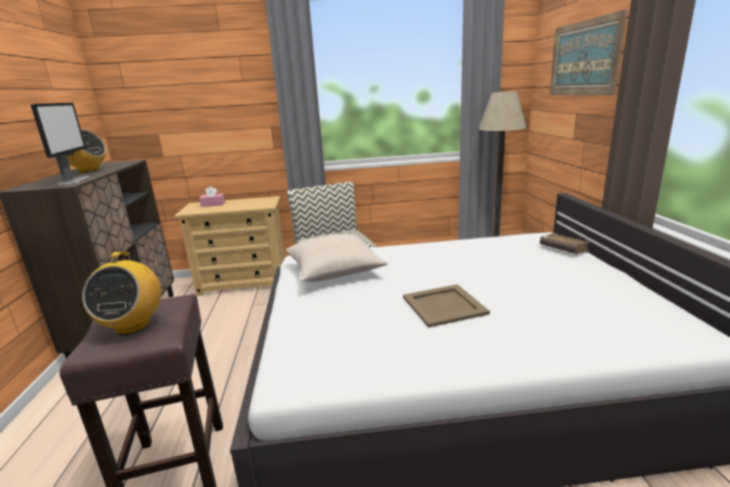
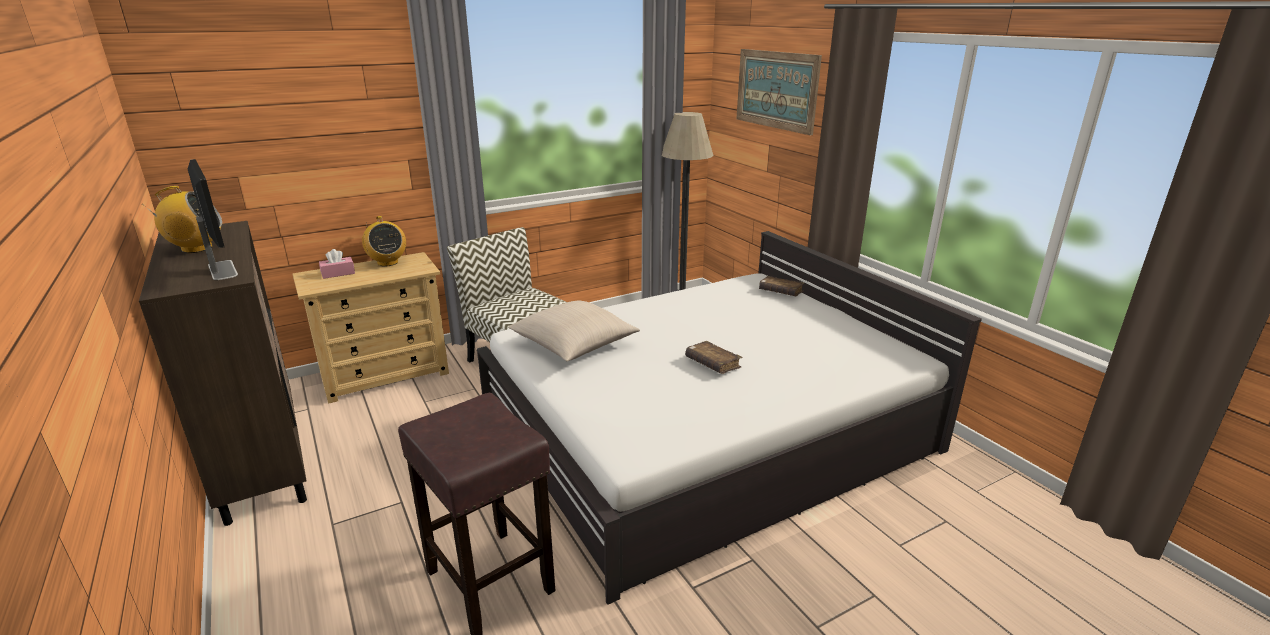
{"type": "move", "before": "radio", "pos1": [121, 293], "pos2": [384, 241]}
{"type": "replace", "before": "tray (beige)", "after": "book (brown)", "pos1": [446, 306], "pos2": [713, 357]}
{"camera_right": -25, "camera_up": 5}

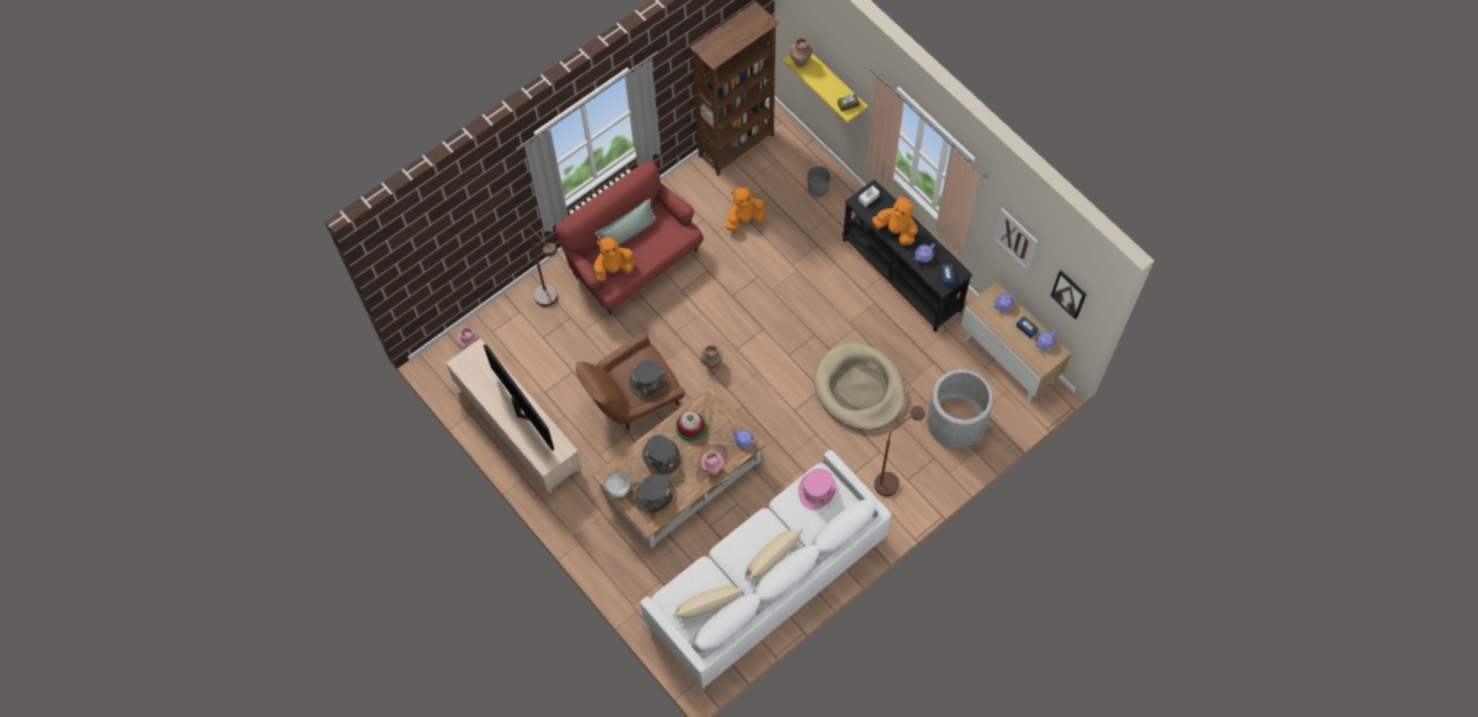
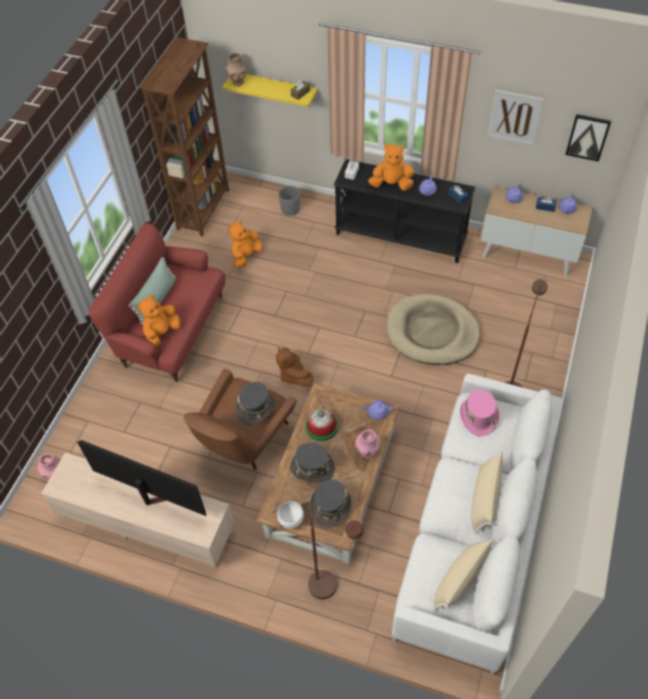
{"type": "replace", "before": "vase (brown)", "after": "plush toy (brown)", "pos1": [711, 356], "pos2": [295, 366]}
{"type": "move", "before": "floor lamp (brown)", "pos1": [543, 266], "pos2": [336, 557]}
{"type": "delete", "before": "planter (grey)", "pos1": [960, 408]}
{"camera_right": -30, "camera_up": -10}

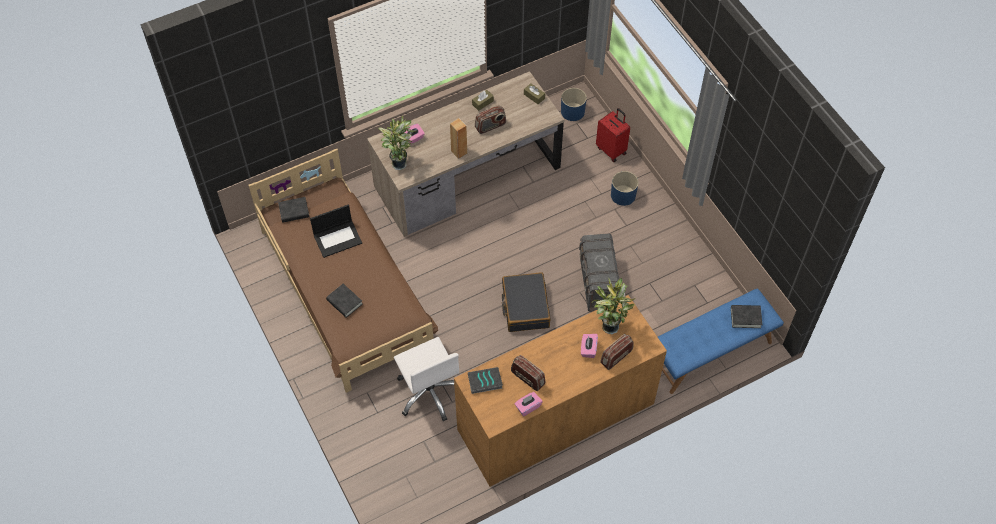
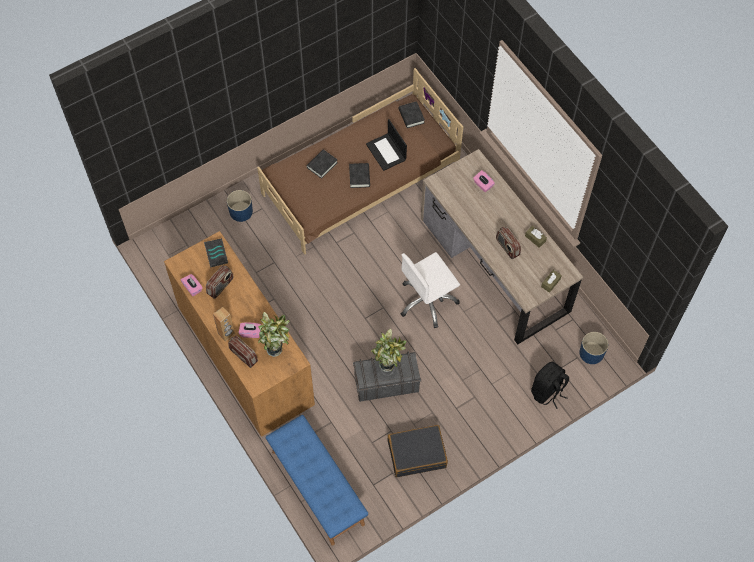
{"type": "move", "before": "speaker (brown)", "pos1": [458, 138], "pos2": [224, 324]}
{"type": "move", "before": "planter (blue)", "pos1": [625, 188], "pos2": [240, 206]}
{"type": "move", "before": "book (black)", "pos1": [746, 316], "pos2": [359, 175]}
{"type": "move", "before": "potted plant", "pos1": [397, 142], "pos2": [388, 350]}
{"type": "move", "before": "suitcase (black)", "pos1": [526, 302], "pos2": [418, 451]}
{"type": "move", "before": "office chair (white)", "pos1": [426, 379], "pos2": [430, 290]}
{"type": "replace", "before": "suitcase (red)", "after": "backpack (black)", "pos1": [613, 135], "pos2": [550, 385]}
{"camera_right": 85, "camera_up": 5}

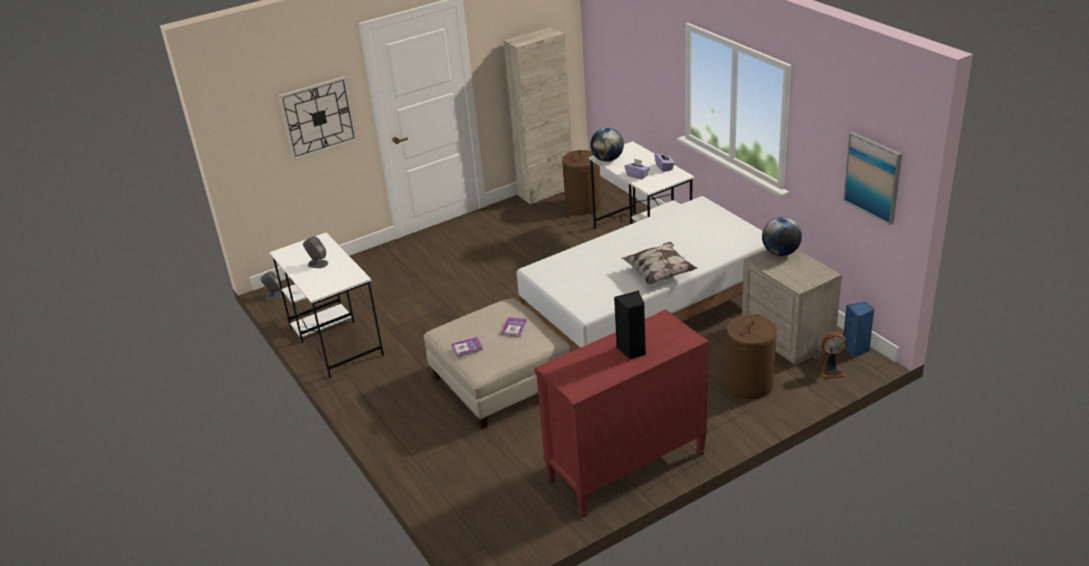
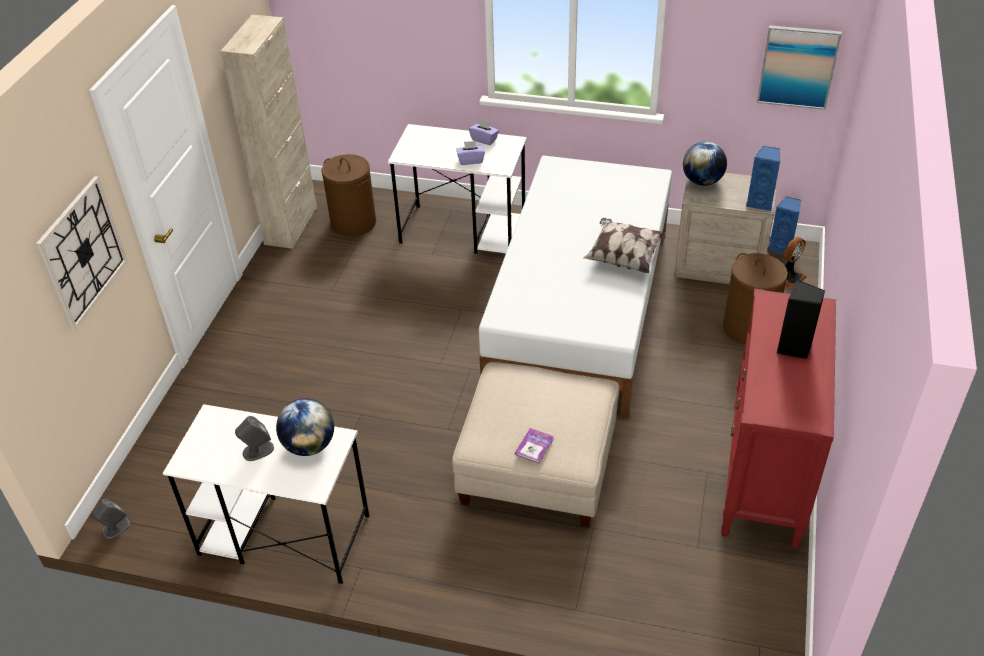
{"type": "move", "before": "globe", "pos1": [607, 145], "pos2": [305, 427]}
{"type": "insert", "after": "speaker (blue)", "pos2": [763, 178]}
{"type": "delete", "before": "book", "pos1": [514, 327]}
{"camera_right": -45, "camera_up": 10}

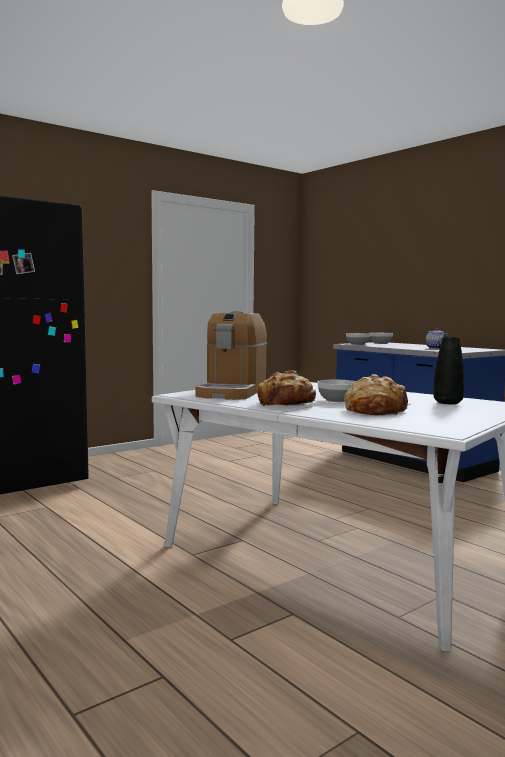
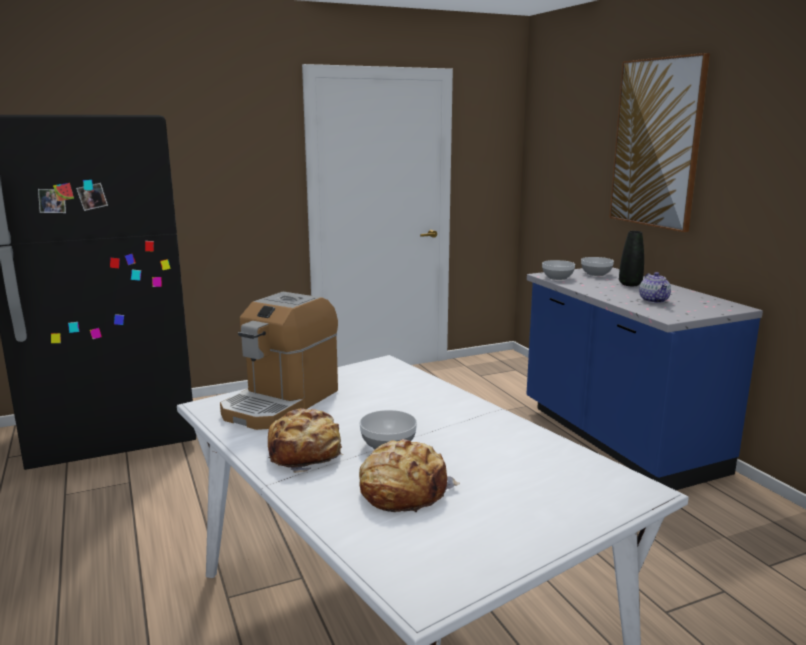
{"type": "insert", "after": "picture", "pos2": [659, 142]}
{"type": "move", "before": "vase (black)", "pos1": [449, 370], "pos2": [631, 258]}
{"camera_right": 15, "camera_up": 10}

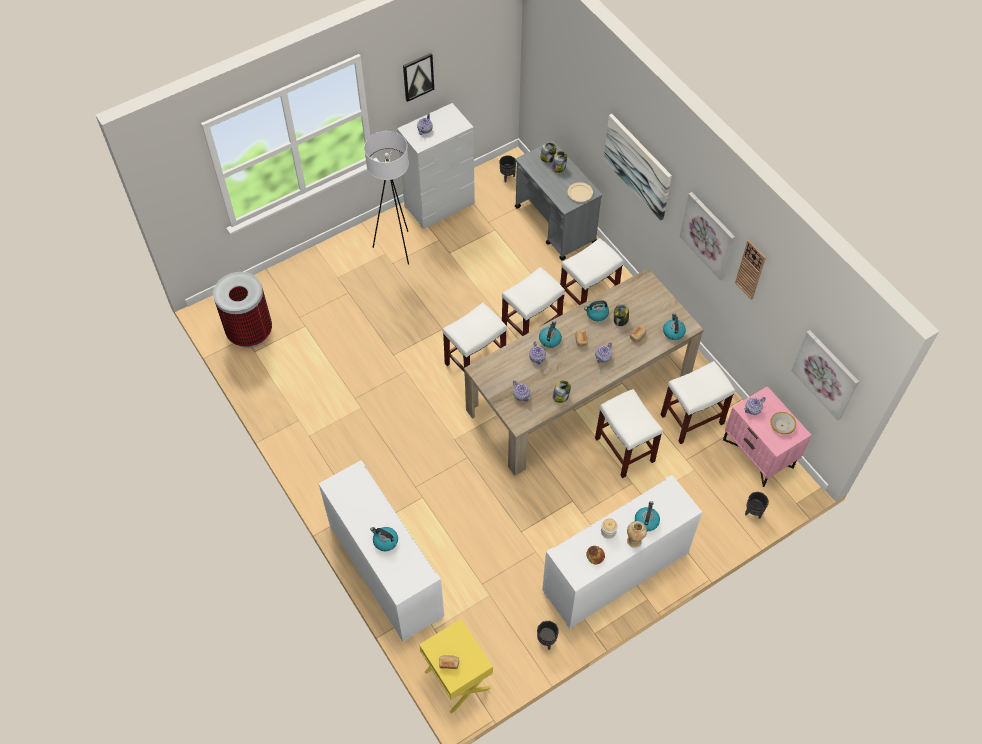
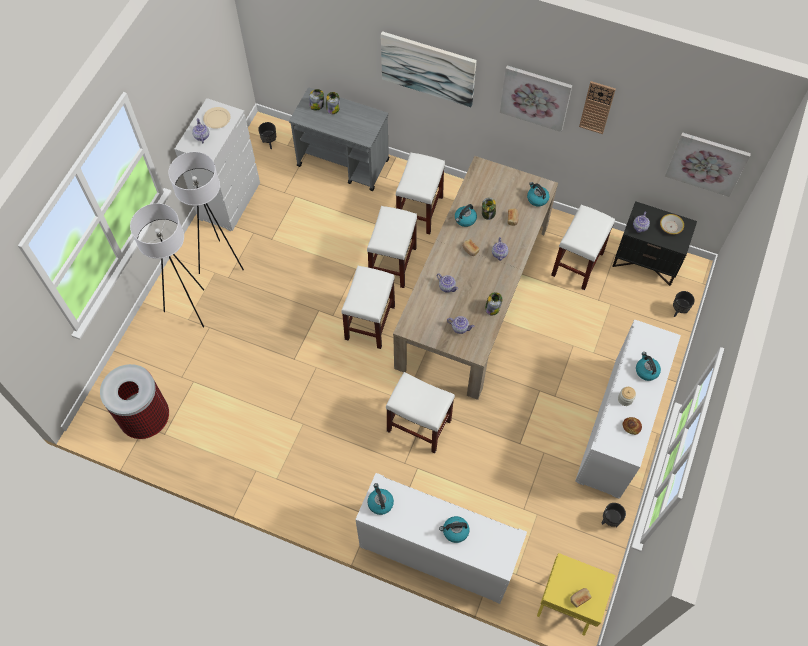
{"type": "insert", "after": "floor lamp (white)", "pos2": [167, 265]}
{"type": "move", "before": "plate (beige)", "pos1": [580, 192], "pos2": [217, 118]}
{"type": "move", "before": "kettle", "pos1": [550, 334], "pos2": [380, 499]}
{"type": "move", "before": "stool (white)", "pos1": [629, 433], "pos2": [420, 413]}
{"type": "recolor", "before": "nightstand (pink)", "after": "nightstand (black)", "pos1": [767, 436], "pos2": [655, 243]}
{"type": "delete", "before": "picture", "pos1": [418, 77]}
{"type": "delete", "before": "vase", "pos1": [637, 534]}
{"camera_right": -35, "camera_up": 5}

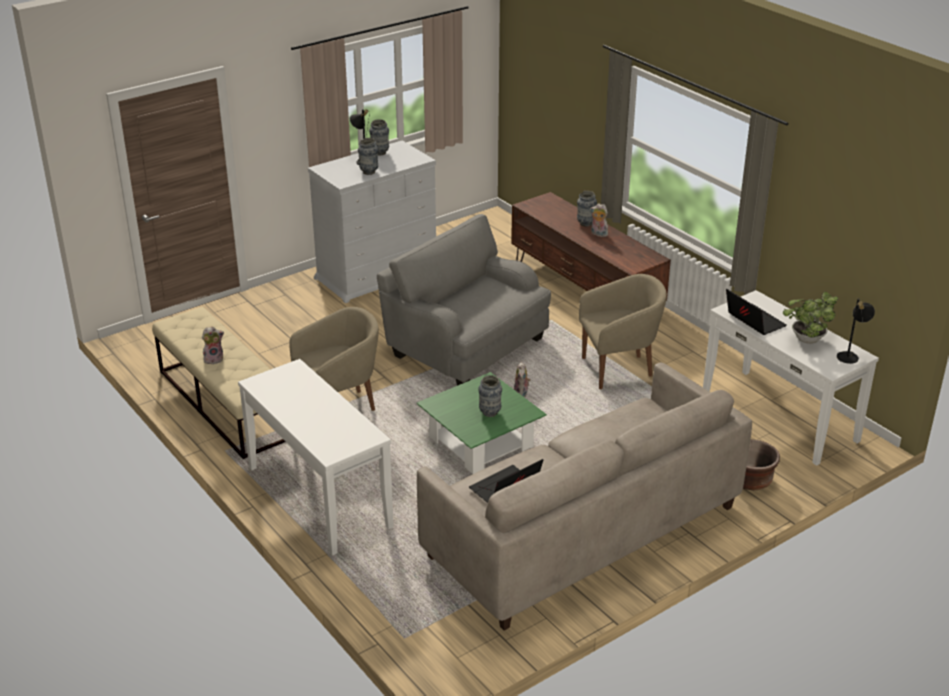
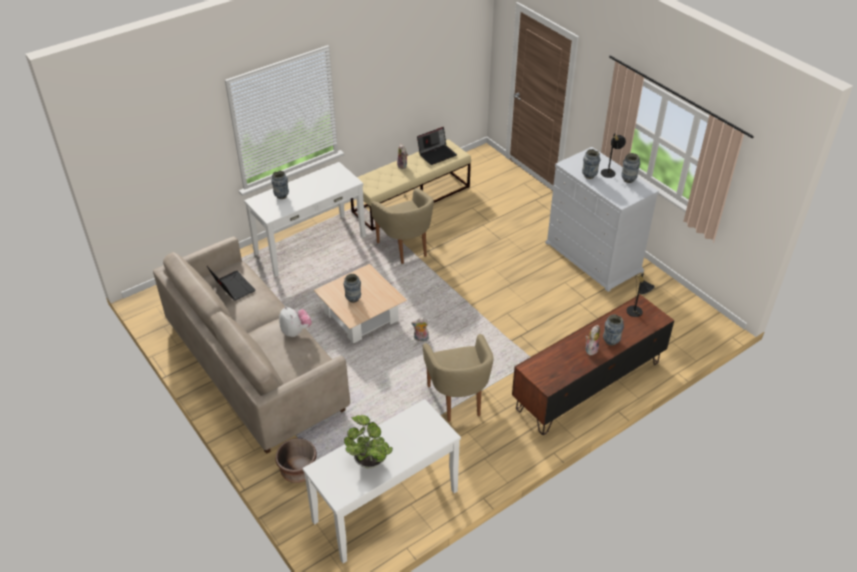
{"type": "insert", "after": "vase", "pos2": [280, 185]}
{"type": "insert", "after": "plush toy", "pos2": [295, 321]}
{"type": "recolor", "before": "coffee table (green)", "after": "coffee table (beige)", "pos1": [482, 423], "pos2": [360, 304]}
{"type": "move", "before": "laptop", "pos1": [756, 312], "pos2": [437, 146]}
{"type": "move", "before": "table lamp (black)", "pos1": [856, 331], "pos2": [640, 295]}
{"type": "delete", "before": "armchair (grey)", "pos1": [464, 300]}
{"camera_right": 90, "camera_up": 10}

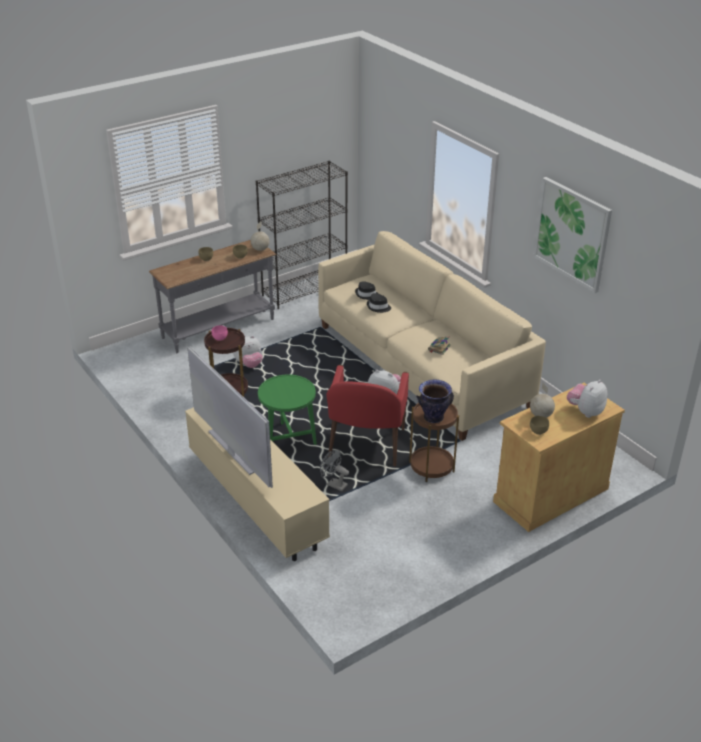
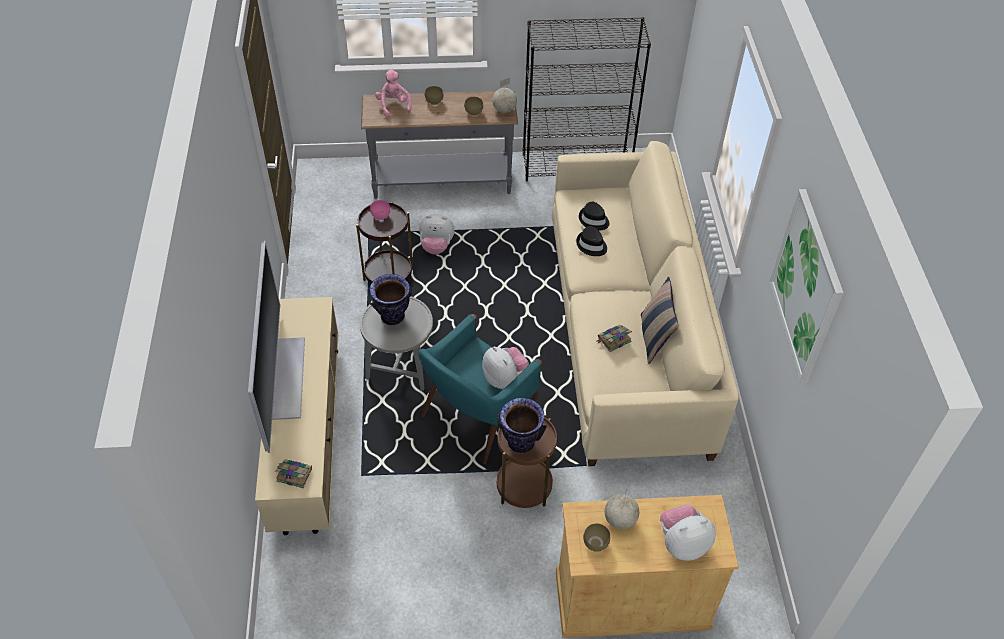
{"type": "insert", "after": "book", "pos2": [293, 473]}
{"type": "recolor", "before": "side table (green)", "after": "side table (grey)", "pos1": [287, 410], "pos2": [396, 343]}
{"type": "insert", "after": "vase", "pos2": [391, 299]}
{"type": "insert", "after": "plush toy (pink)", "pos2": [393, 93]}
{"type": "recolor", "before": "armchair (red)", "after": "armchair (turquoise)", "pos1": [367, 415], "pos2": [480, 389]}
{"type": "insert", "after": "pillow", "pos2": [659, 320]}
{"type": "delete", "before": "fan (grey)", "pos1": [334, 470]}
{"camera_right": 30, "camera_up": 15}

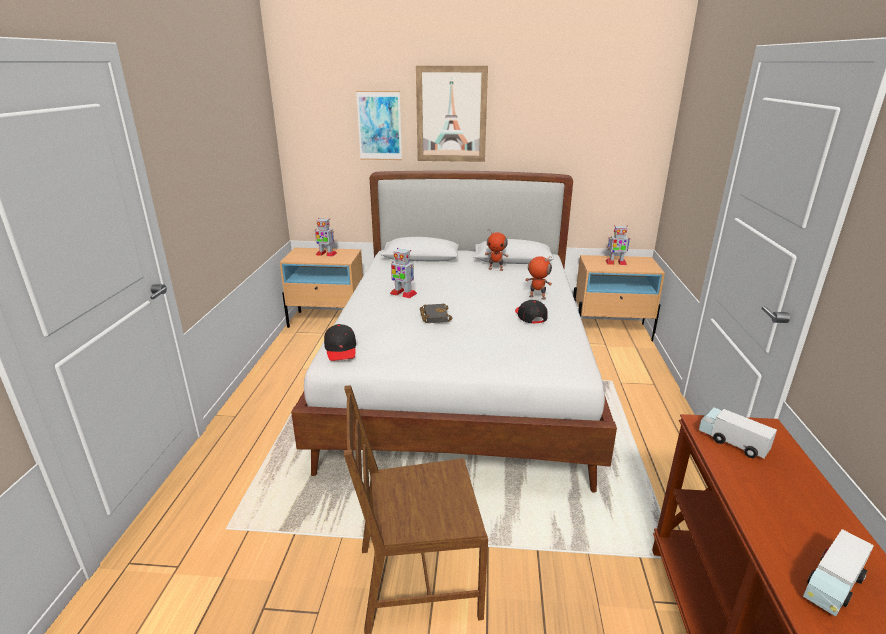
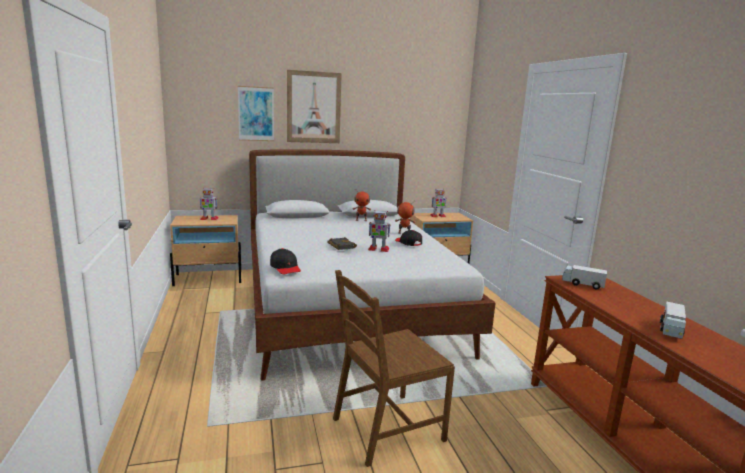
{"type": "move", "before": "toy robot", "pos1": [403, 273], "pos2": [379, 231]}
{"camera_right": -20, "camera_up": -10}

